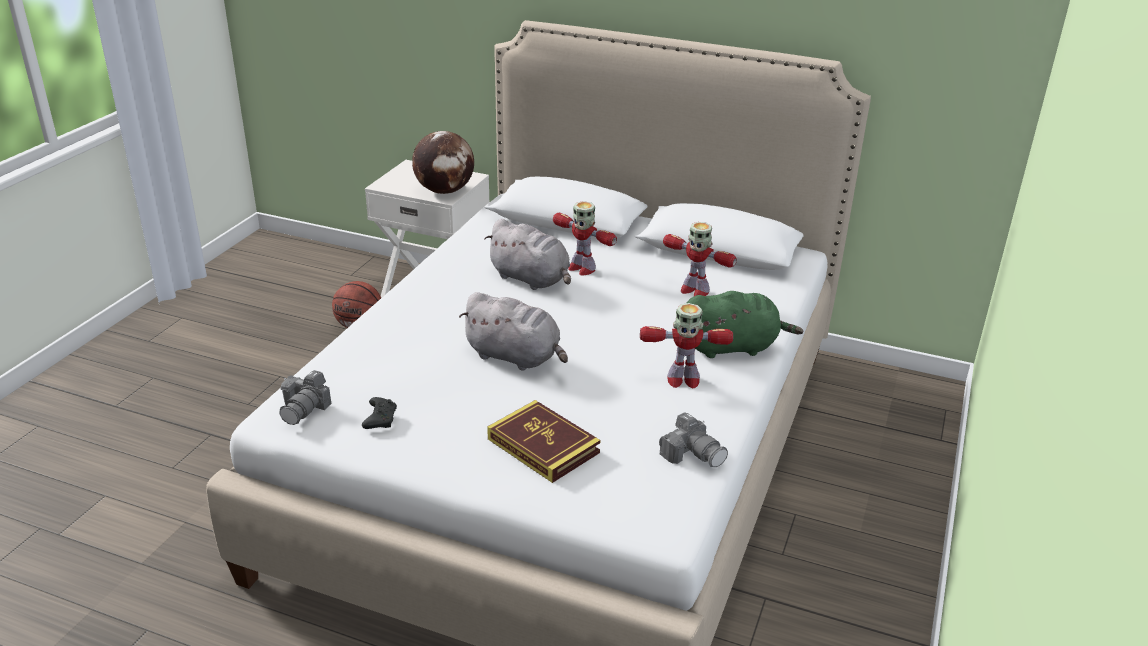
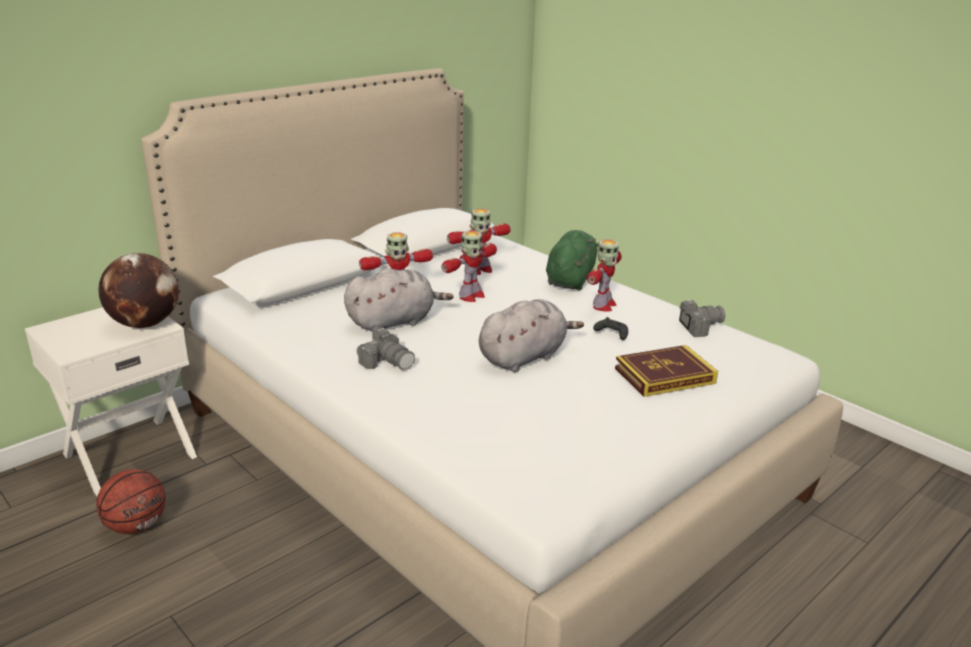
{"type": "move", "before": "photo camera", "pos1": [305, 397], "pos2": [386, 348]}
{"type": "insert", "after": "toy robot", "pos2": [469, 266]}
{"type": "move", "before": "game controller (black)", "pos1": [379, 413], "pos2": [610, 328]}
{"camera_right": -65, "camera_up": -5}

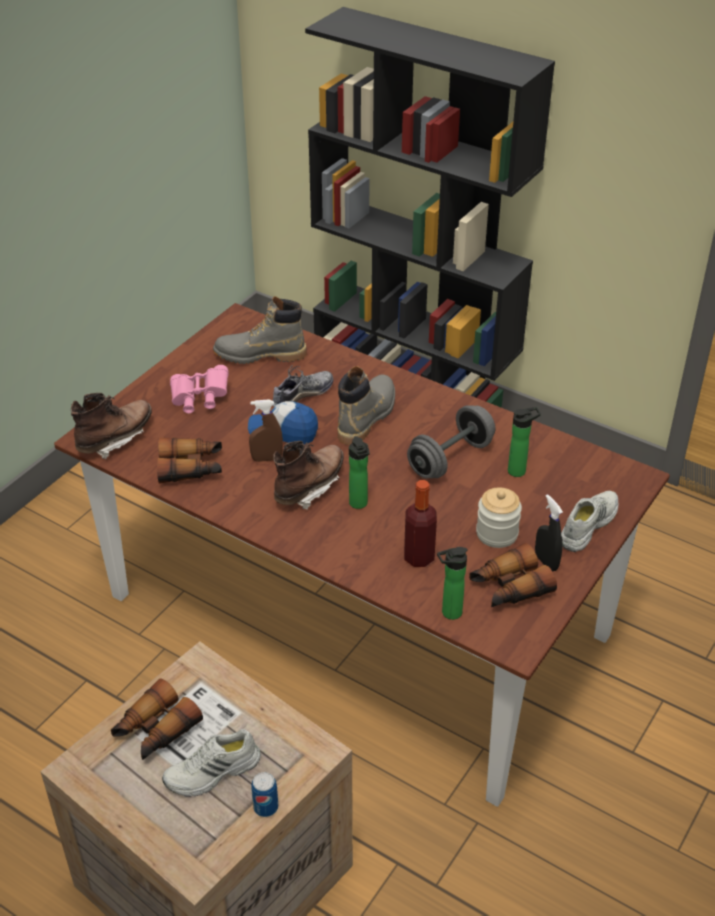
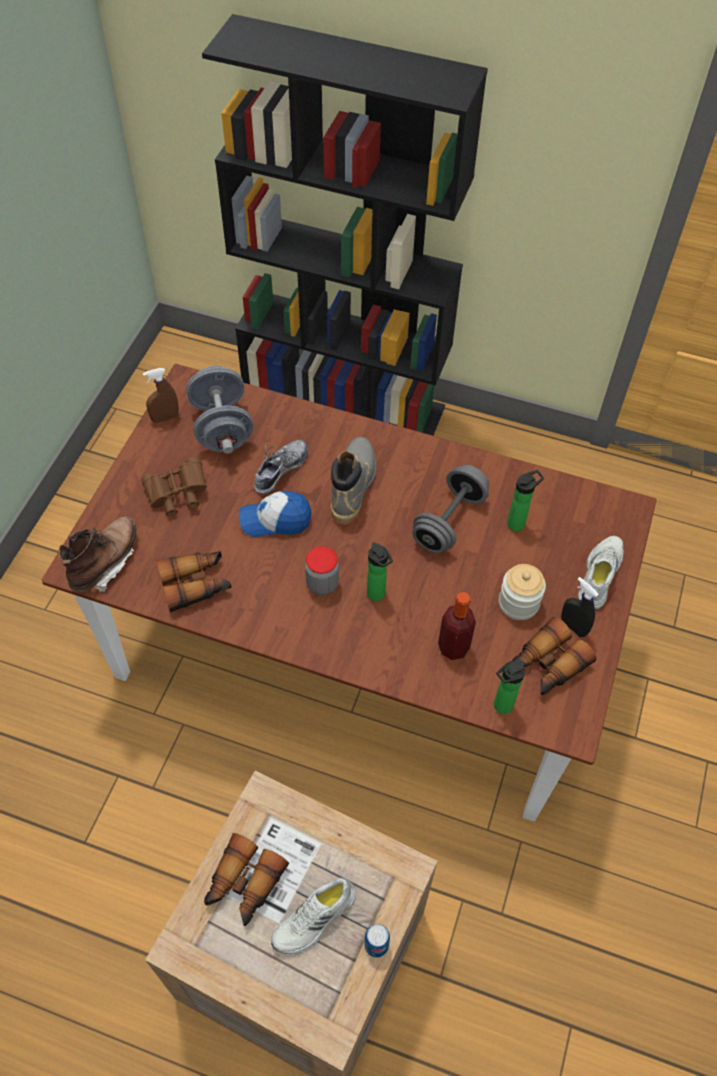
{"type": "recolor", "before": "binoculars (pink)", "after": "binoculars (brown)", "pos1": [199, 389], "pos2": [174, 486]}
{"type": "move", "before": "spray bottle (brown)", "pos1": [266, 431], "pos2": [161, 395]}
{"type": "replace", "before": "boot (grey)", "after": "dumbbell (grey)", "pos1": [260, 330], "pos2": [220, 410]}
{"type": "replace", "before": "boot (brown)", "after": "jar", "pos1": [308, 475], "pos2": [322, 570]}
{"camera_right": -15, "camera_up": 15}

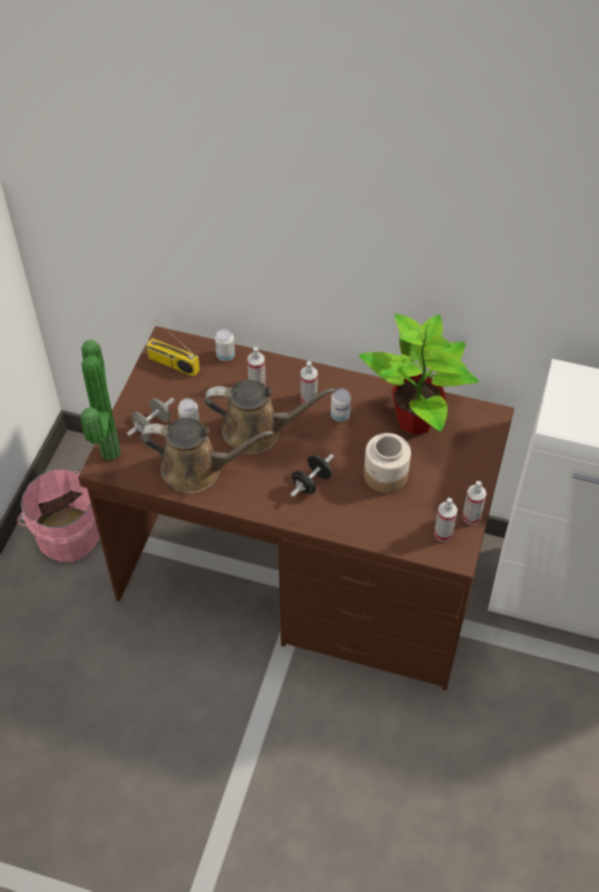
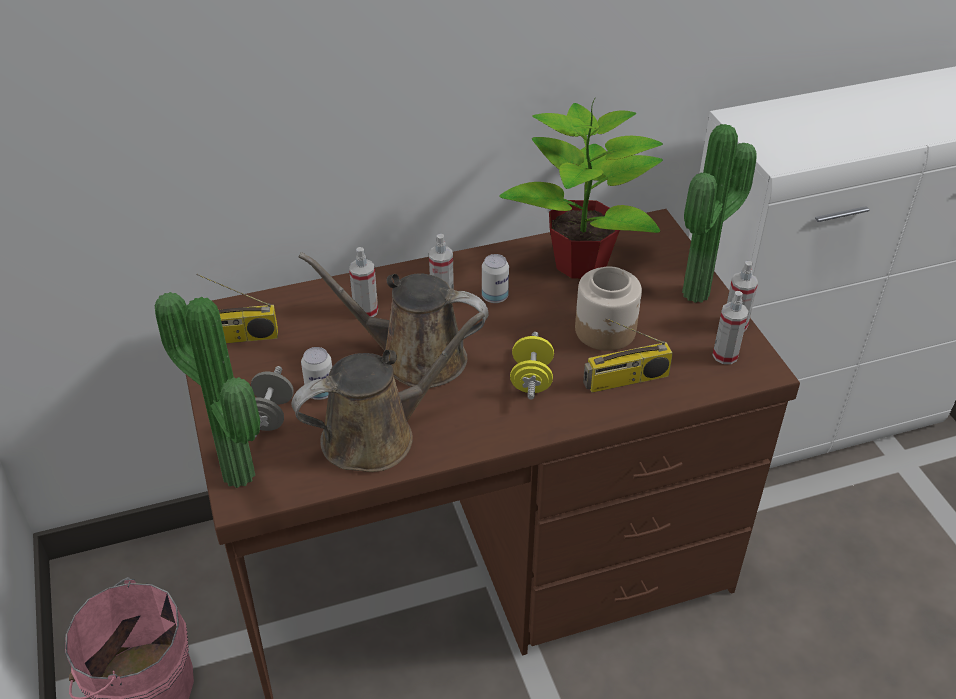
{"type": "rotate", "before": "watering can (brown)", "pos1": [270, 417], "pos2": [394, 320], "turn": -135}
{"type": "recolor", "before": "dumbbell (black)", "after": "dumbbell (yellow)", "pos1": [312, 475], "pos2": [532, 366]}
{"type": "insert", "after": "radio", "pos2": [628, 355]}
{"type": "insert", "after": "potted plant", "pos2": [719, 213]}
{"type": "delete", "before": "can", "pos1": [225, 345]}
{"camera_right": -35, "camera_up": -10}

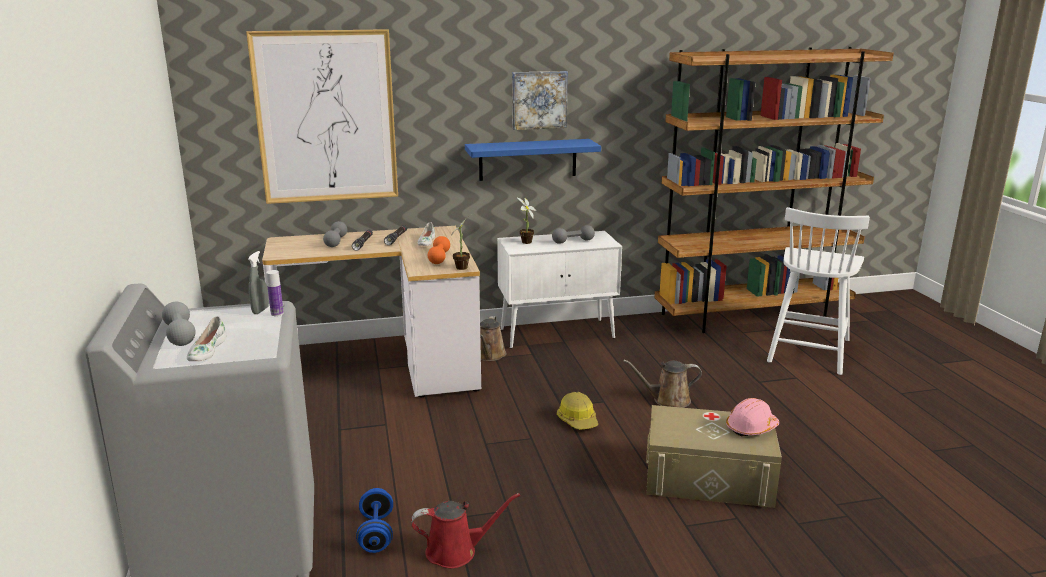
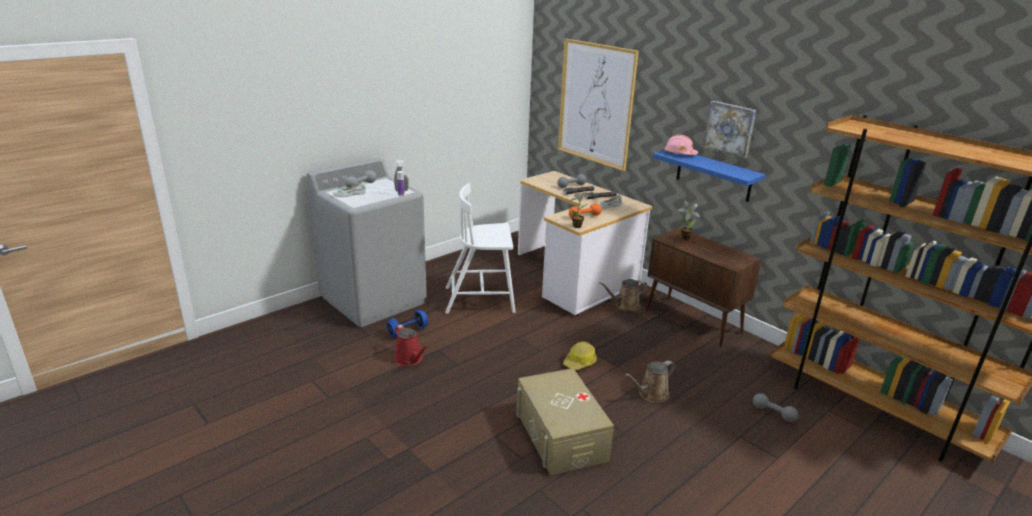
{"type": "move", "before": "chair (white)", "pos1": [818, 291], "pos2": [480, 249]}
{"type": "rotate", "before": "watering can (brown)", "pos1": [662, 384], "pos2": [650, 381], "turn": -90}
{"type": "recolor", "before": "cabinet (white)", "after": "cabinet (brown)", "pos1": [559, 290], "pos2": [704, 287]}
{"type": "move", "before": "hard hat (pink)", "pos1": [752, 417], "pos2": [681, 145]}
{"type": "move", "before": "dumbbell (grey)", "pos1": [573, 234], "pos2": [775, 407]}
{"camera_right": 60, "camera_up": 5}

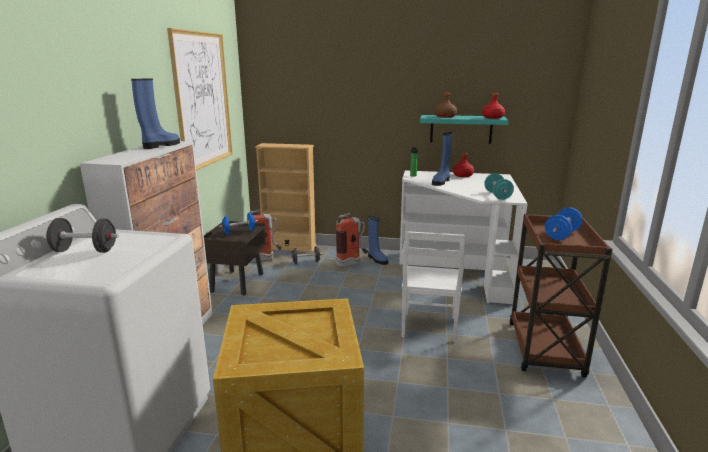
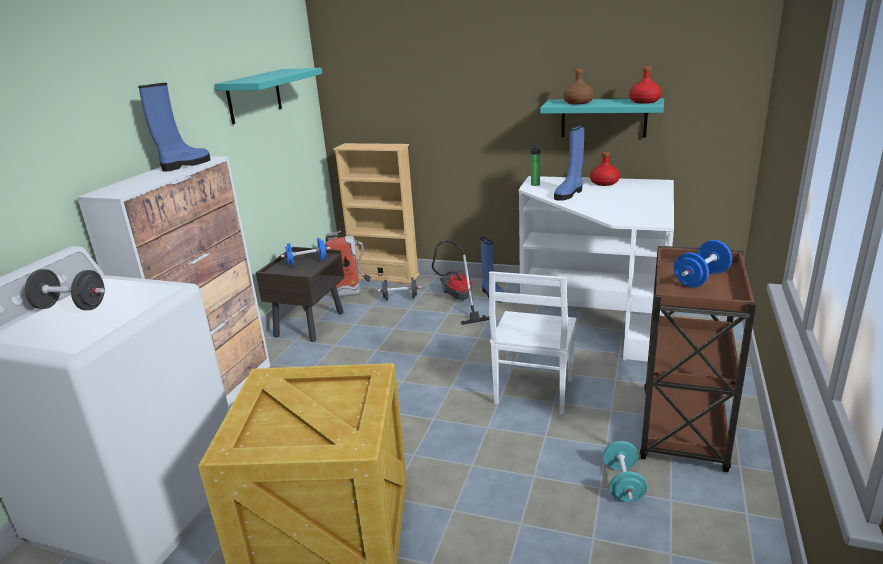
{"type": "replace", "before": "picture", "after": "shelf (turquoise)", "pos1": [200, 99], "pos2": [268, 96]}
{"type": "replace", "before": "fire extinguisher", "after": "vacuum cleaner", "pos1": [352, 240], "pos2": [460, 282]}
{"type": "move", "before": "dumbbell (turquoise)", "pos1": [499, 186], "pos2": [625, 471]}
{"camera_right": 10, "camera_up": 5}

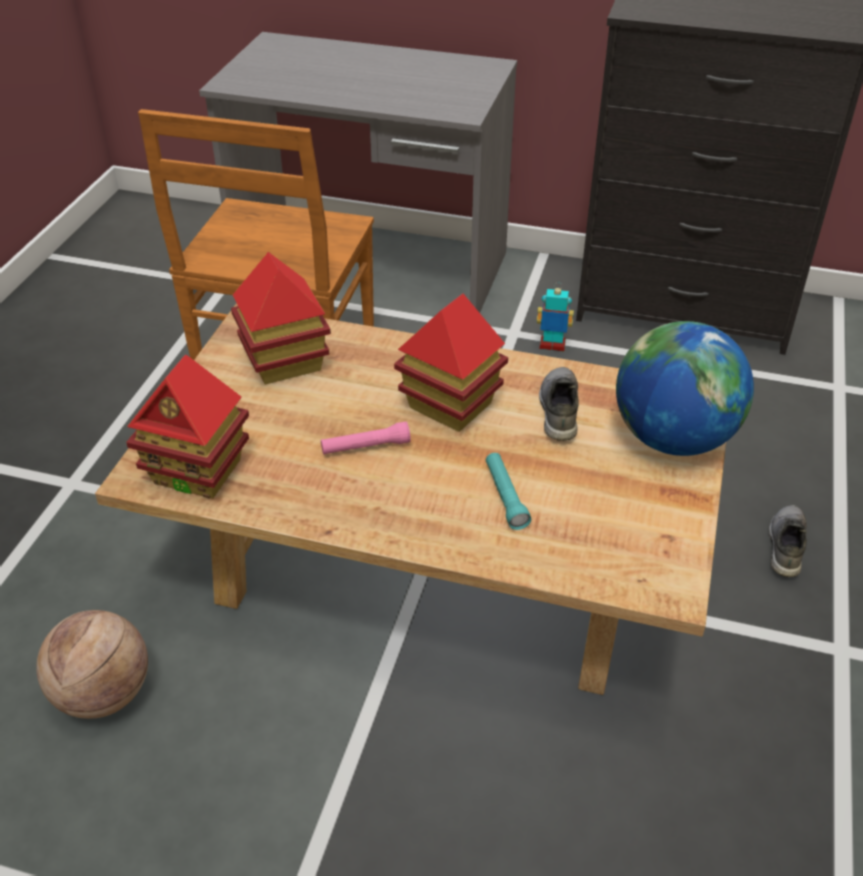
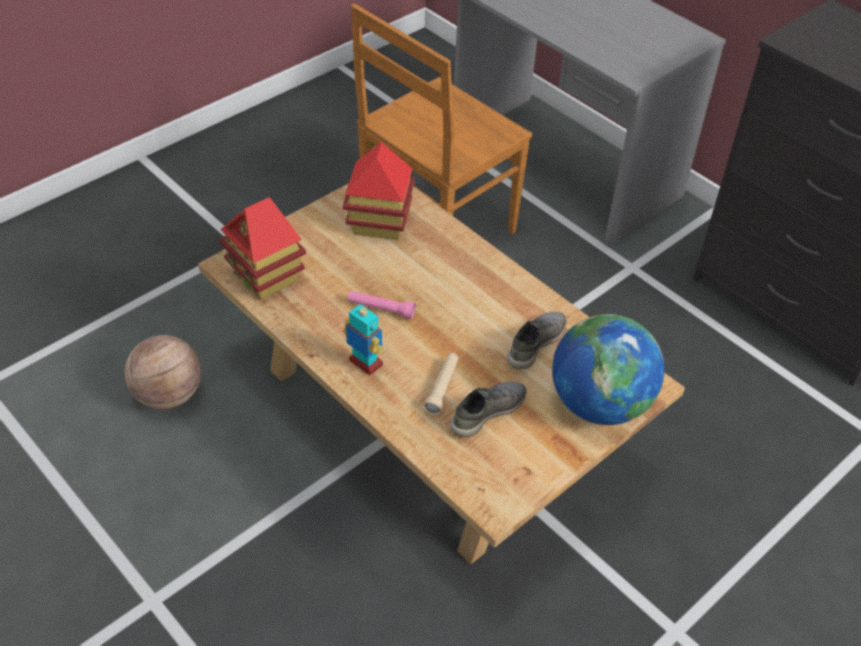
{"type": "move", "before": "toy robot", "pos1": [555, 317], "pos2": [363, 339]}
{"type": "recolor", "before": "flashlight (turquoise)", "after": "flashlight (beige)", "pos1": [508, 491], "pos2": [441, 384]}
{"type": "move", "before": "shoe (grey)", "pos1": [788, 541], "pos2": [488, 409]}
{"type": "delete", "before": "toy house", "pos1": [451, 363]}
{"camera_right": 30, "camera_up": 5}

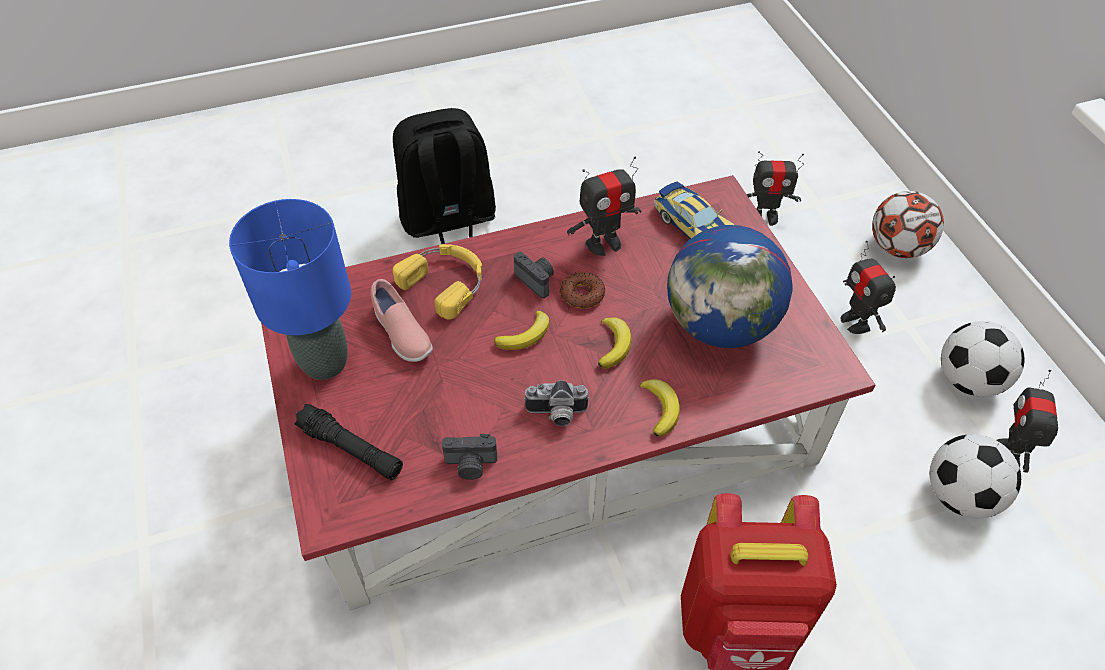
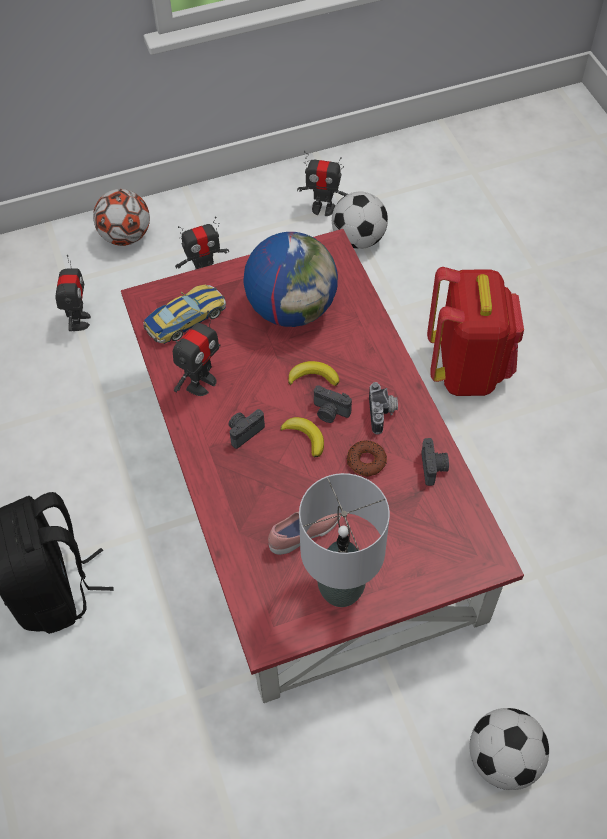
{"type": "rotate", "before": "toy robot", "pos1": [604, 206], "pos2": [196, 353], "turn": 60}
{"type": "recolor", "before": "table lamp (blue)", "after": "table lamp (grey)", "pos1": [290, 289], "pos2": [344, 540]}
{"type": "insert", "after": "photo camera", "pos2": [333, 404]}
{"type": "move", "before": "donut", "pos1": [582, 290], "pos2": [367, 458]}
{"type": "move", "before": "football", "pos1": [983, 359], "pos2": [509, 749]}
{"type": "delete", "before": "flashlight (black)", "pos1": [348, 442]}
{"type": "delete", "before": "headphones (yellow)", "pos1": [438, 282]}
{"type": "delete", "before": "banana", "pos1": [659, 408]}
{"camera_right": -90, "camera_up": 5}

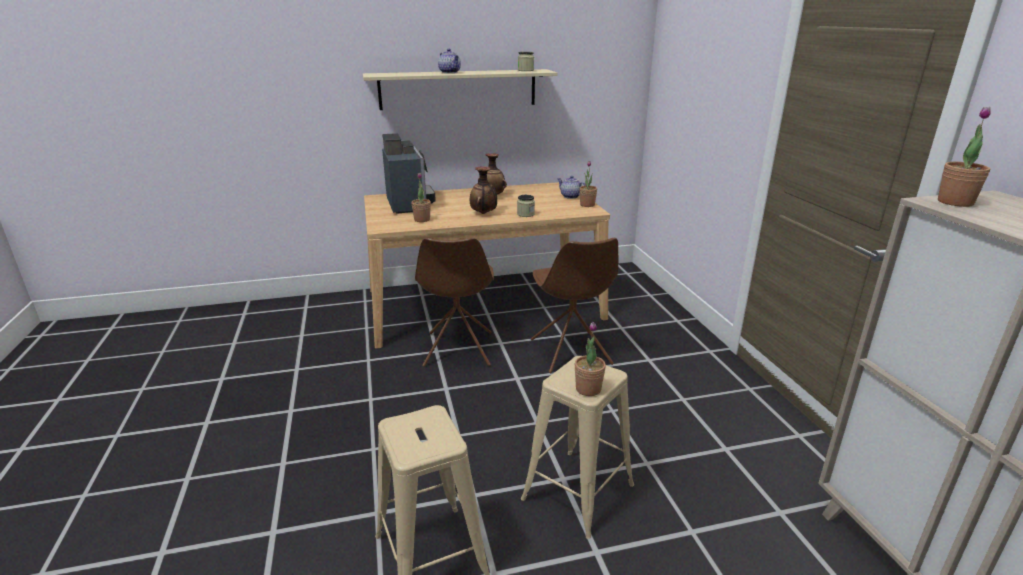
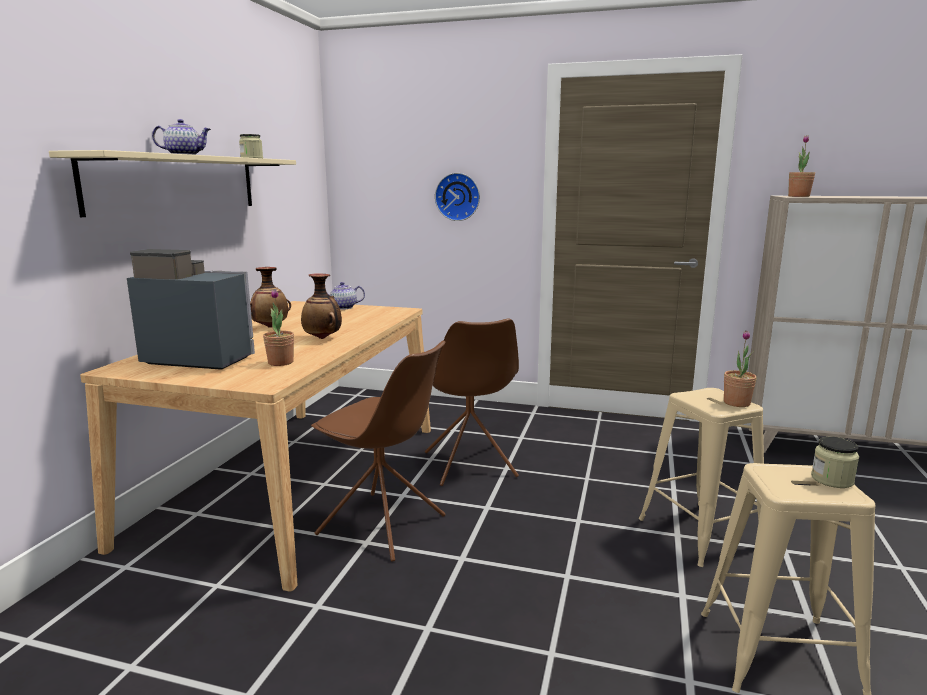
{"type": "rotate", "before": "chair (brown)", "pos1": [574, 305], "pos2": [472, 402], "turn": 60}
{"type": "insert", "after": "wall clock", "pos2": [457, 197]}
{"type": "move", "before": "jar", "pos1": [526, 206], "pos2": [835, 462]}
{"type": "delete", "before": "potted plant", "pos1": [588, 184]}
{"camera_right": -60, "camera_up": -10}

